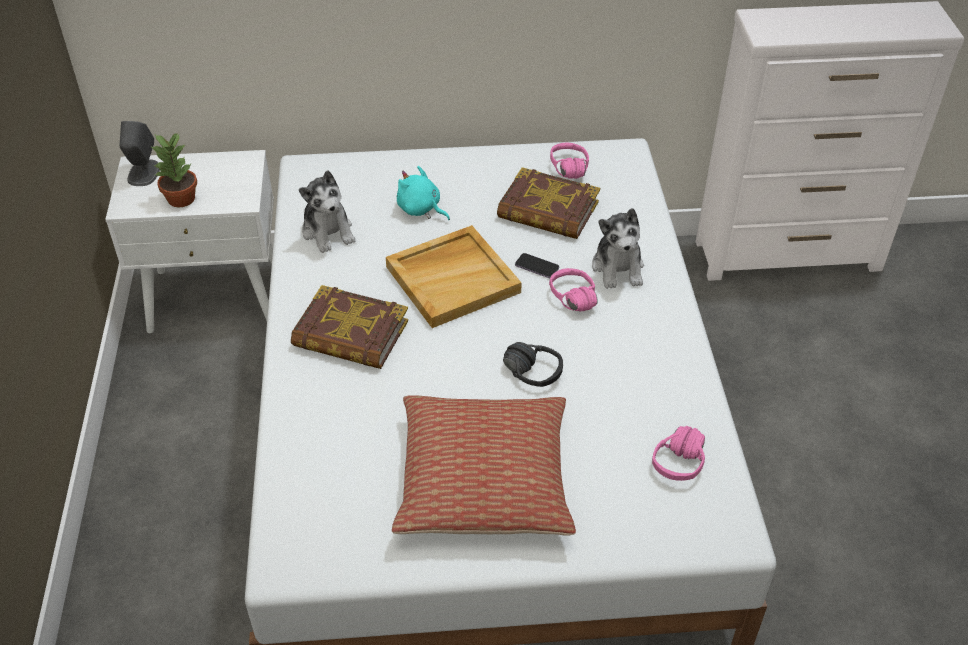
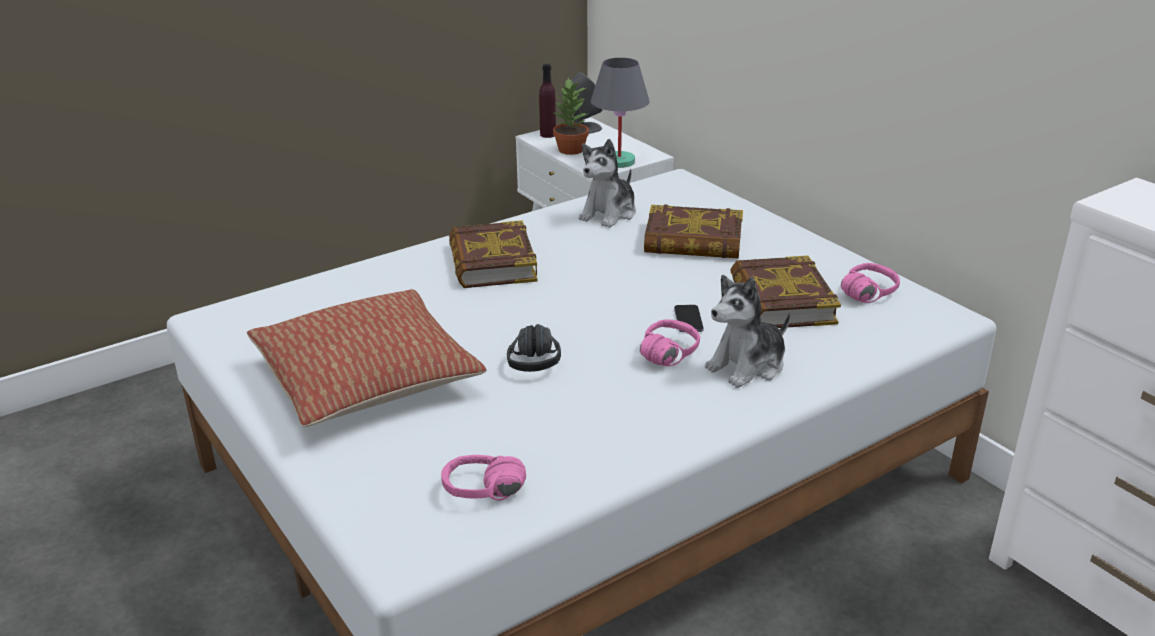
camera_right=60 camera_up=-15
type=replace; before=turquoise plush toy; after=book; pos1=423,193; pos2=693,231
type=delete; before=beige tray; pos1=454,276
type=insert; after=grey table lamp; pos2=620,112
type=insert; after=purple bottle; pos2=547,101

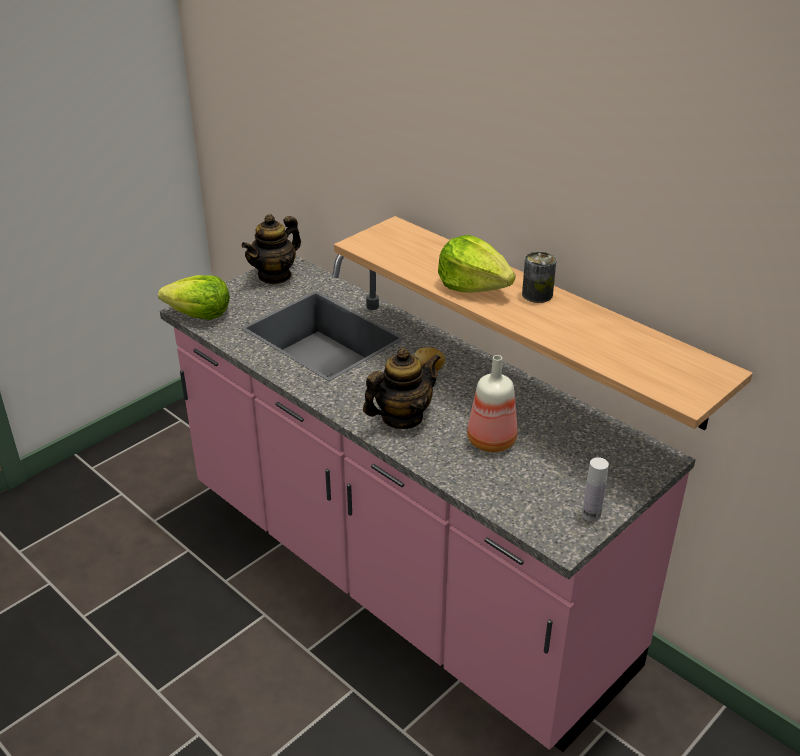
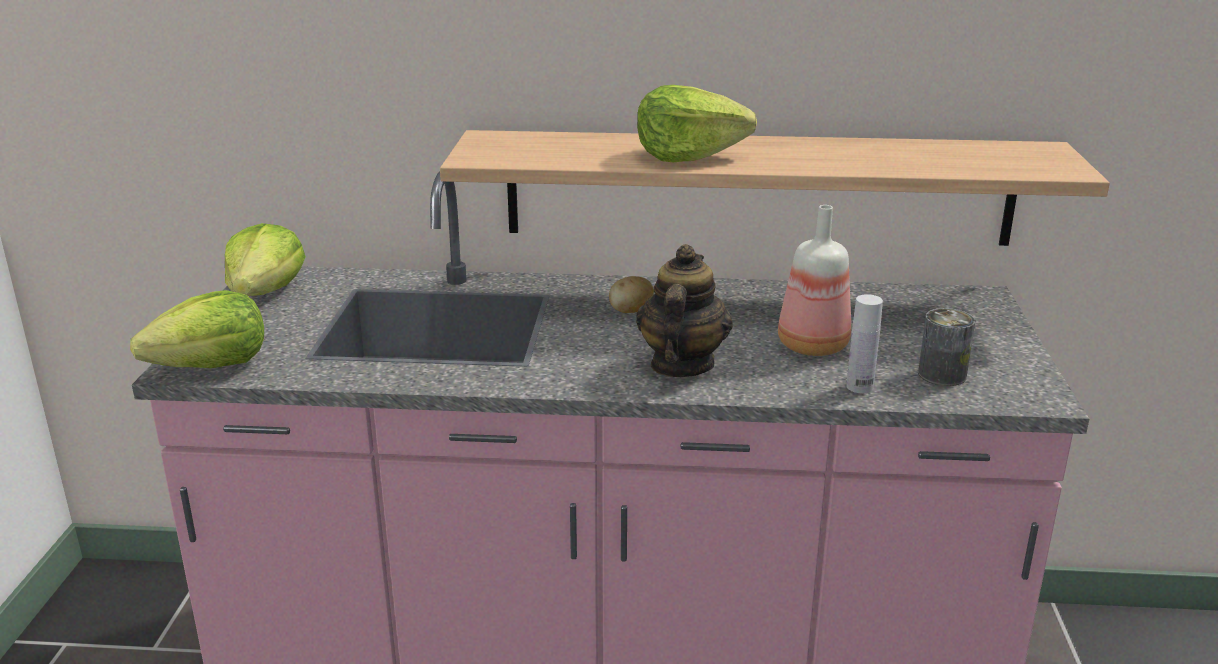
camera_right=-40 camera_up=-10
type=replace; before=teapot; after=lettuce; pos1=271,249; pos2=265,259
type=move; before=can; pos1=539,277; pos2=947,347
type=move; before=white bottle; pos1=595,489; pos2=864,343

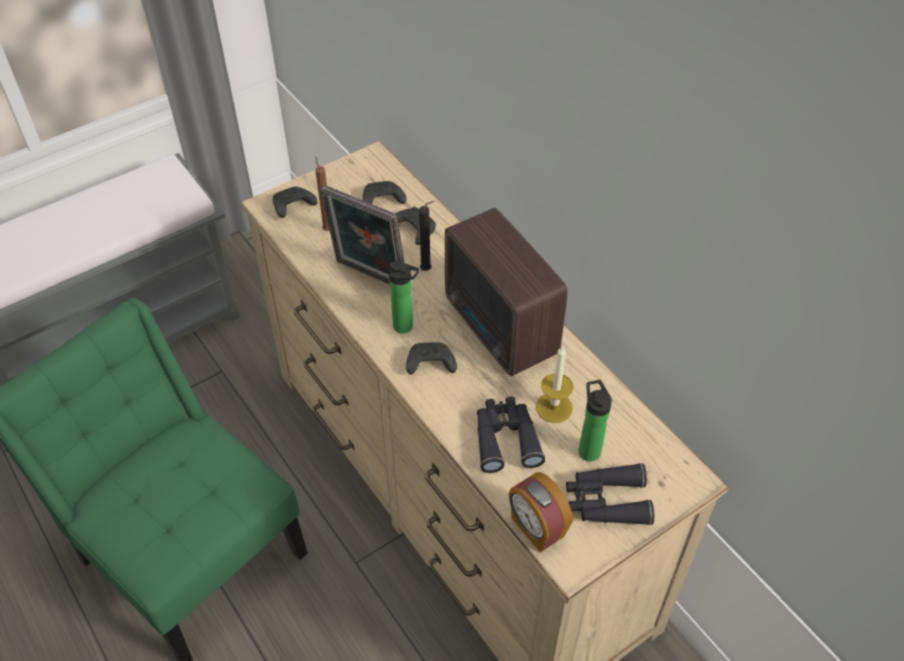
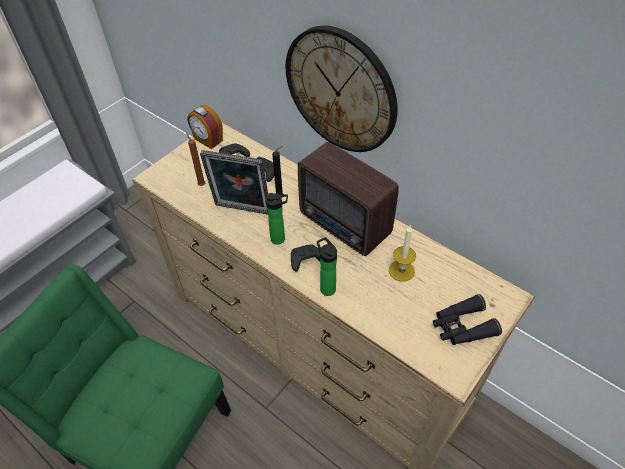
camera_right=-15 camera_up=0
type=delete; before=black game controller; pos1=295,202
type=move; before=bottle; pos1=595,420; pos2=327,266
type=delete; before=black binoculars; pos1=511,434
type=move; before=alarm clock; pos1=541,512; pos2=205,127
type=insert; after=wall clock; pos2=341,88

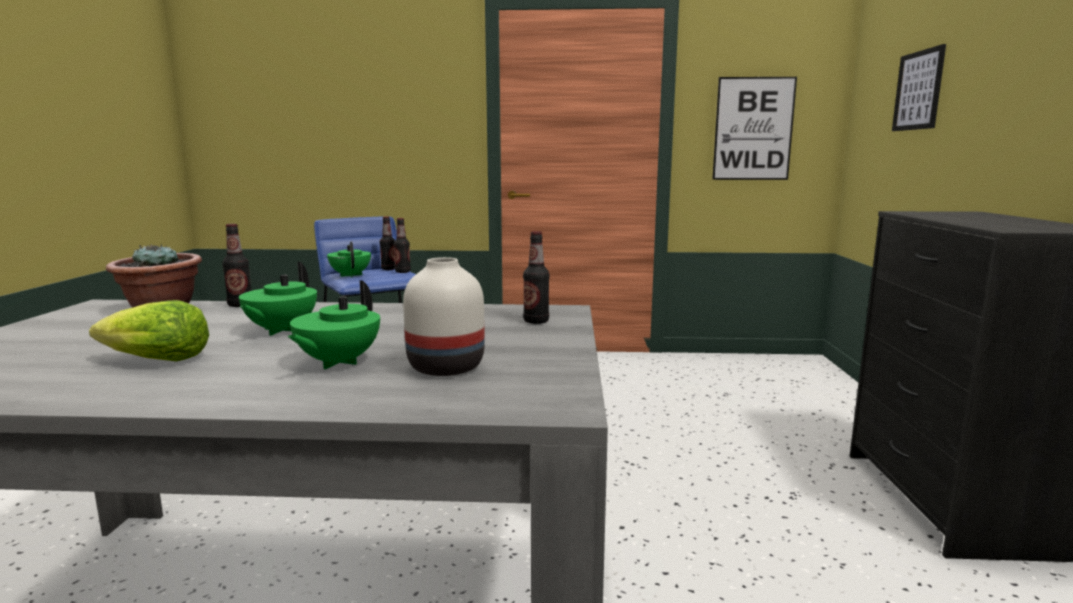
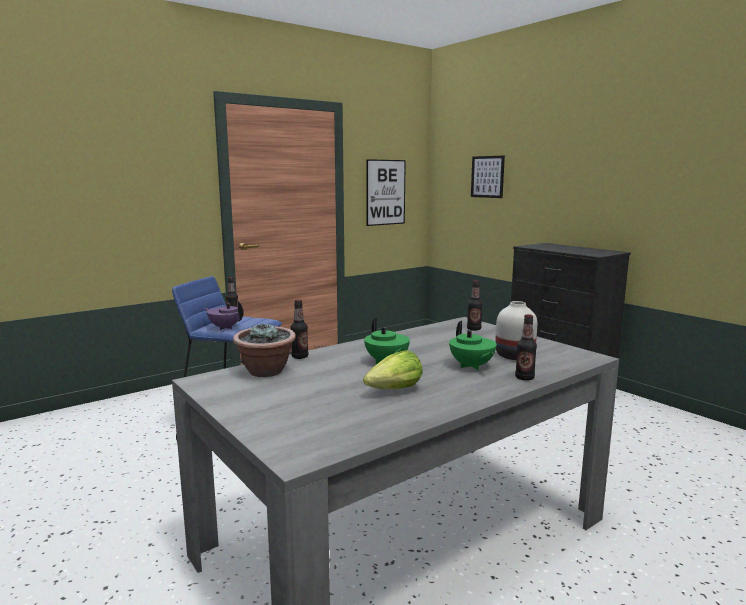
camera_right=-40 camera_up=0
type=move; before=bottle; pos1=402,245; pos2=526,347
type=recolor; before=green teapot; after=purple teapot; pos1=349,260; pos2=224,315

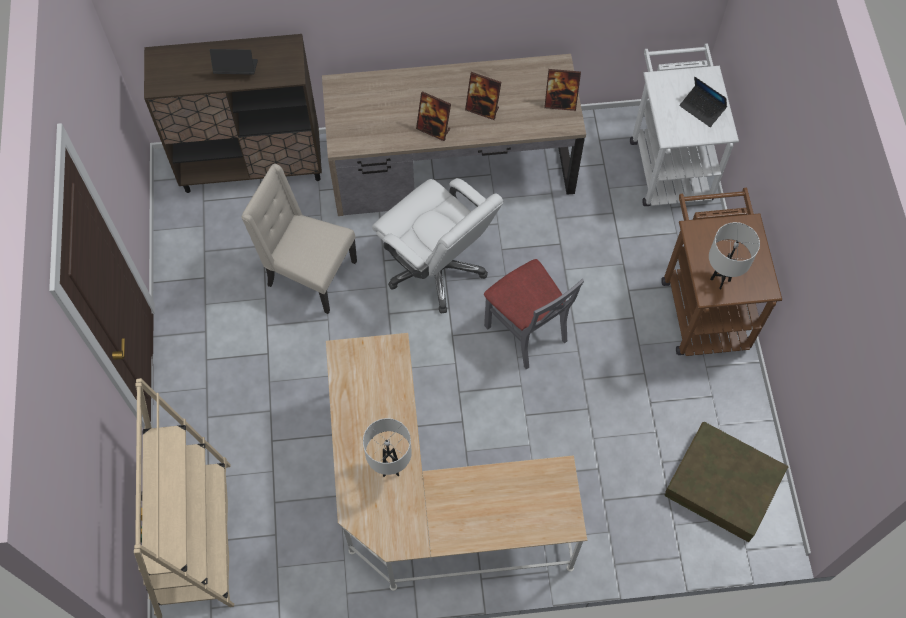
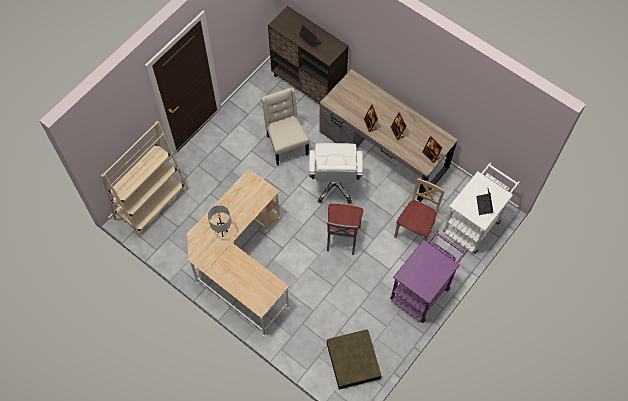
camera_right=45 camera_up=0
type=recolor; before=brown cart; after=purple cart; pos1=721,272; pos2=428,276
type=delete; before=white table lamp; pos1=734,255
type=insert; after=beige chair; pos2=419,209

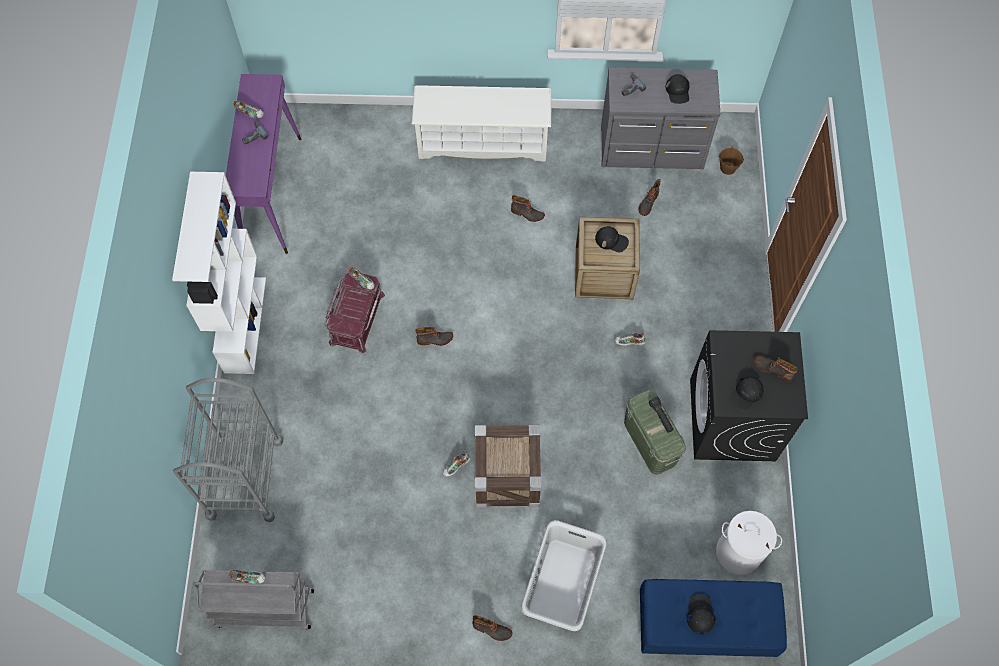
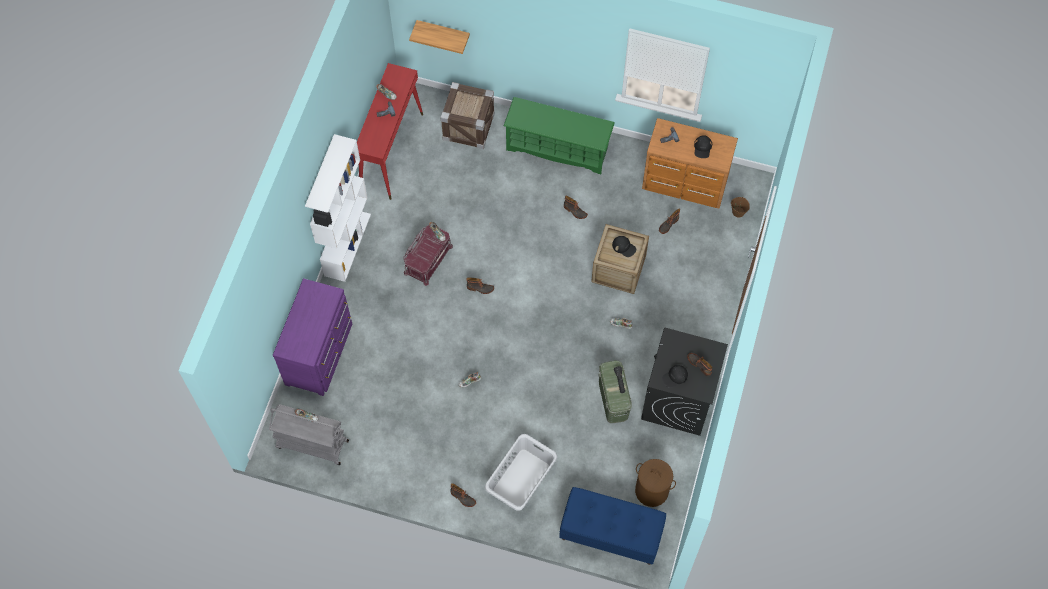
camera_right=15 camera_up=0
type=recolor; before=grey dresser; after=brown dresser; pos1=660,118; pos2=690,163
type=recolor; before=purple console table; after=red console table; pos1=263,164; pos2=390,131
type=recolor; before=white shoe rack; after=green shoe rack; pos1=482,123; pos2=559,135
type=replace; before=grey cart; after=purple dresser; pos1=228,450; pos2=312,337
type=move; before=crate; pos1=508,465; pos2=467,115
type=recolor; before=white laundry basket; after=brown laundry basket; pos1=749,543; pos2=655,483
type=delete; before=black cap; pos1=701,614
type=insert; after=shelf; pos2=439,37

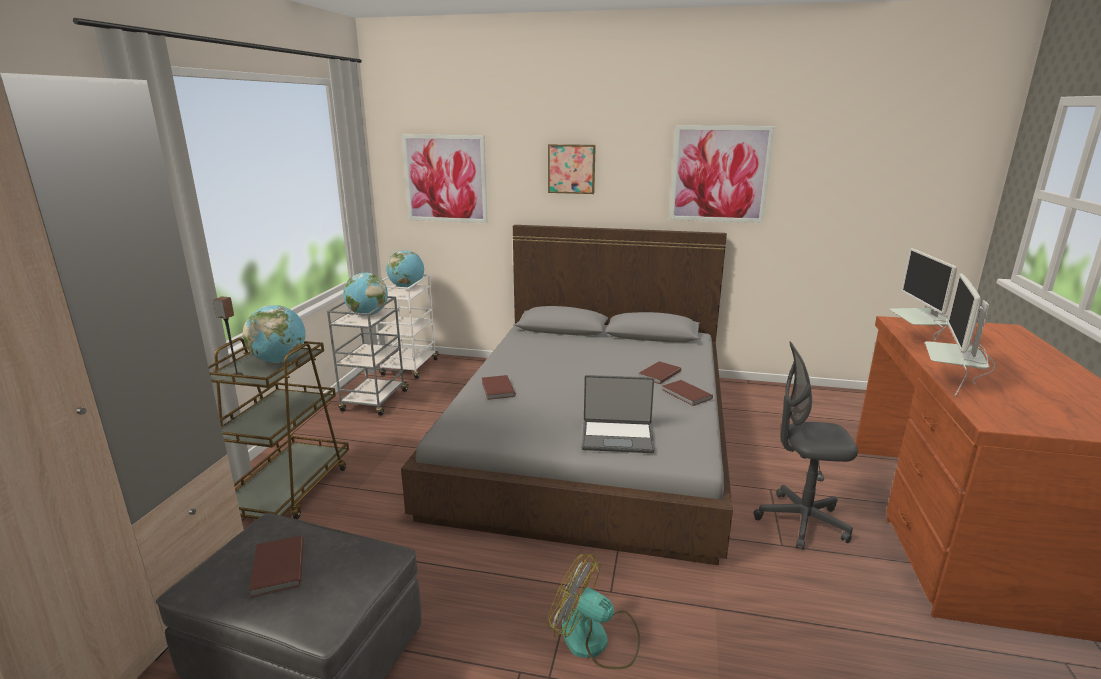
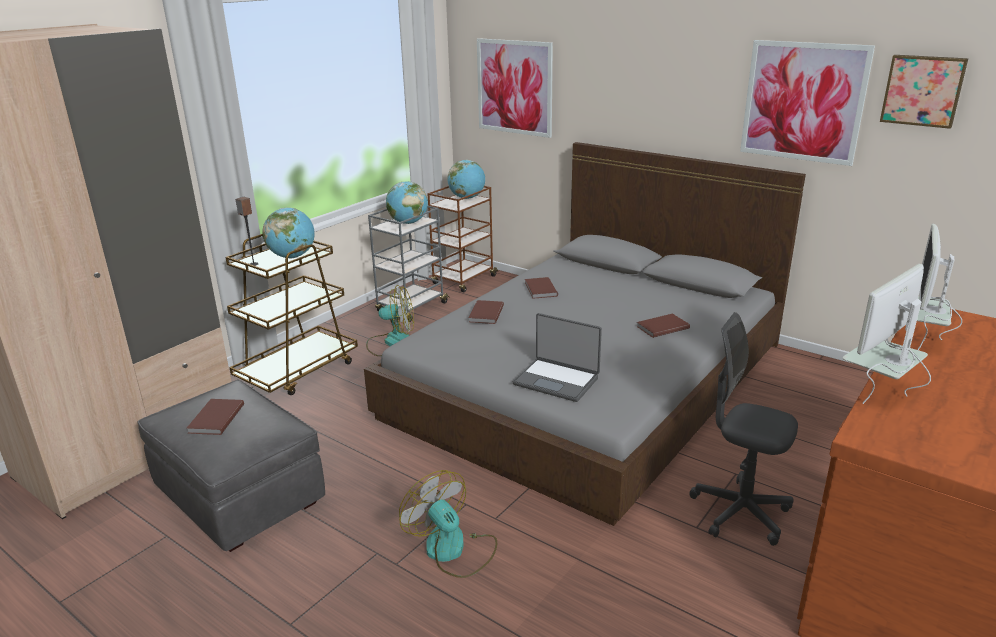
camera_right=25 camera_up=5
type=move; before=picture; pos1=572,169; pos2=924,92
type=recolor; before=white cart; after=brown cart; pos1=407,326; pos2=462,239
type=move; before=brown book; pos1=687,393; pos2=541,288
type=insert; after=fan; pos2=390,320

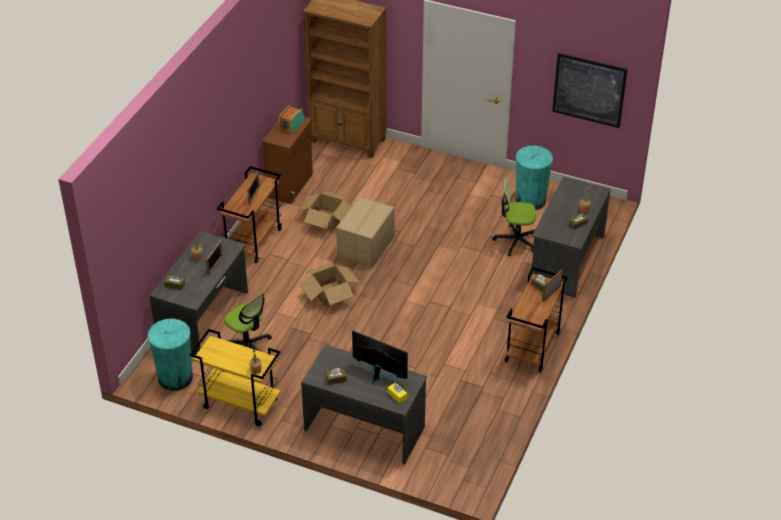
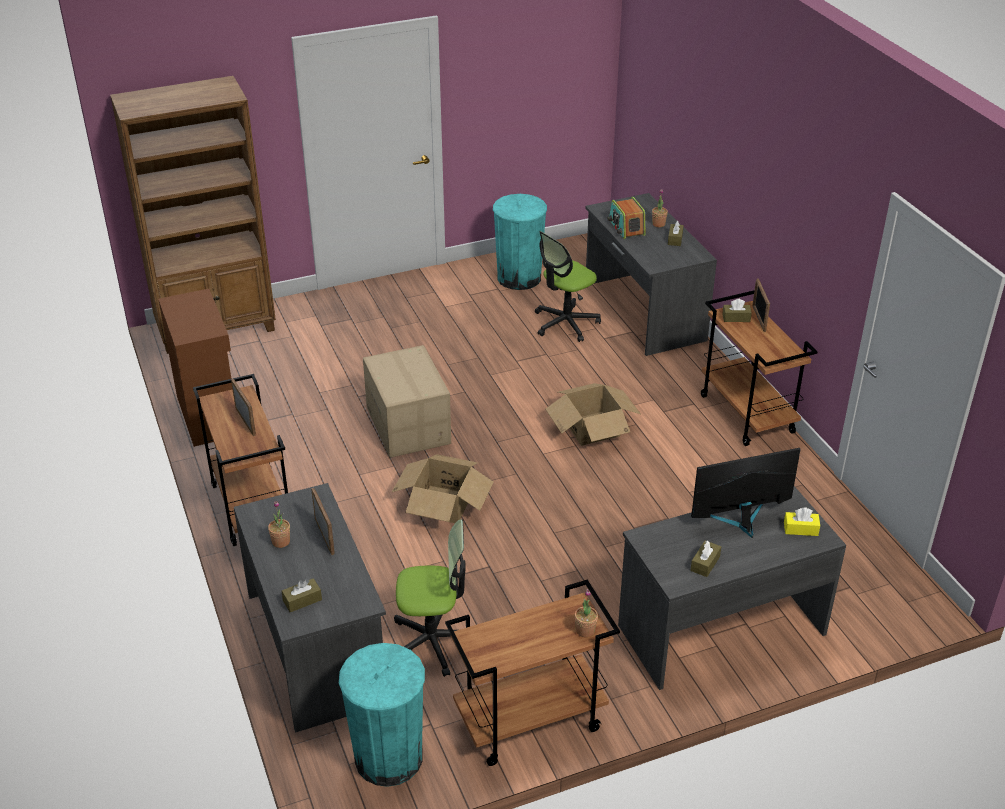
camera_right=-45 camera_up=-5
type=delete; before=picture; pos1=590,90
type=move; before=radio; pos1=291,119; pos2=626,218
type=move; before=cardboard box; pos1=325,211; pos2=593,414
type=recolor; before=yellow cart; after=brown cart; pos1=235,377; pos2=532,673

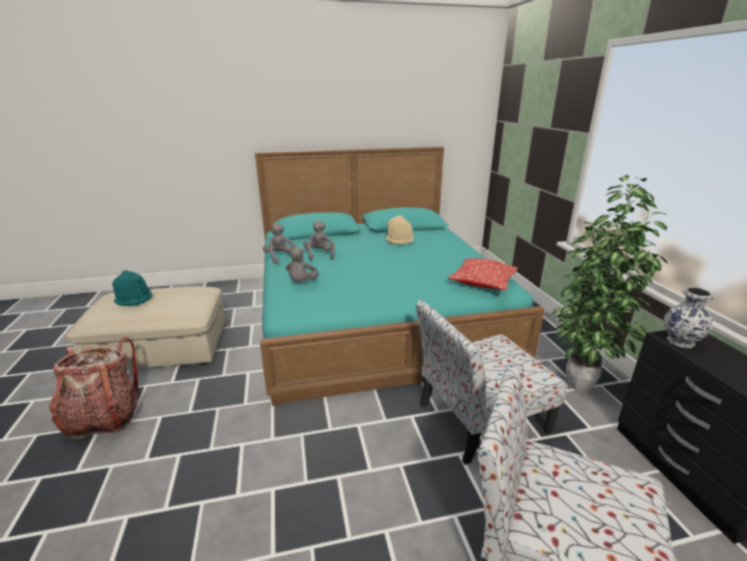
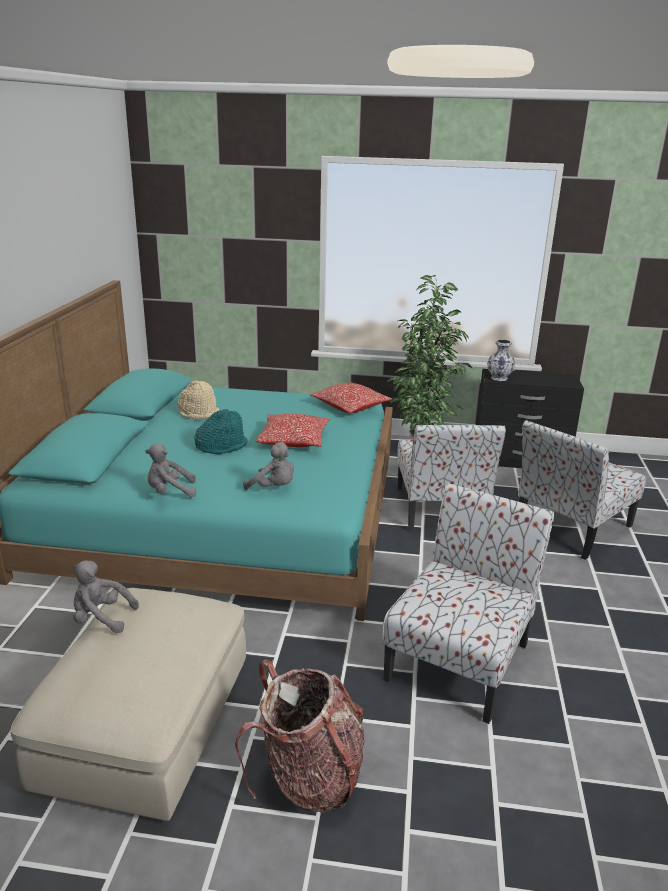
camera_right=-70 camera_up=0
type=move; before=grey plush toy; pos1=319,240; pos2=106,596
type=move; before=turquoise hat; pos1=132,288; pos2=221,431
type=insert; after=pillow; pos2=292,430
type=insert; after=chair; pos2=468,603

